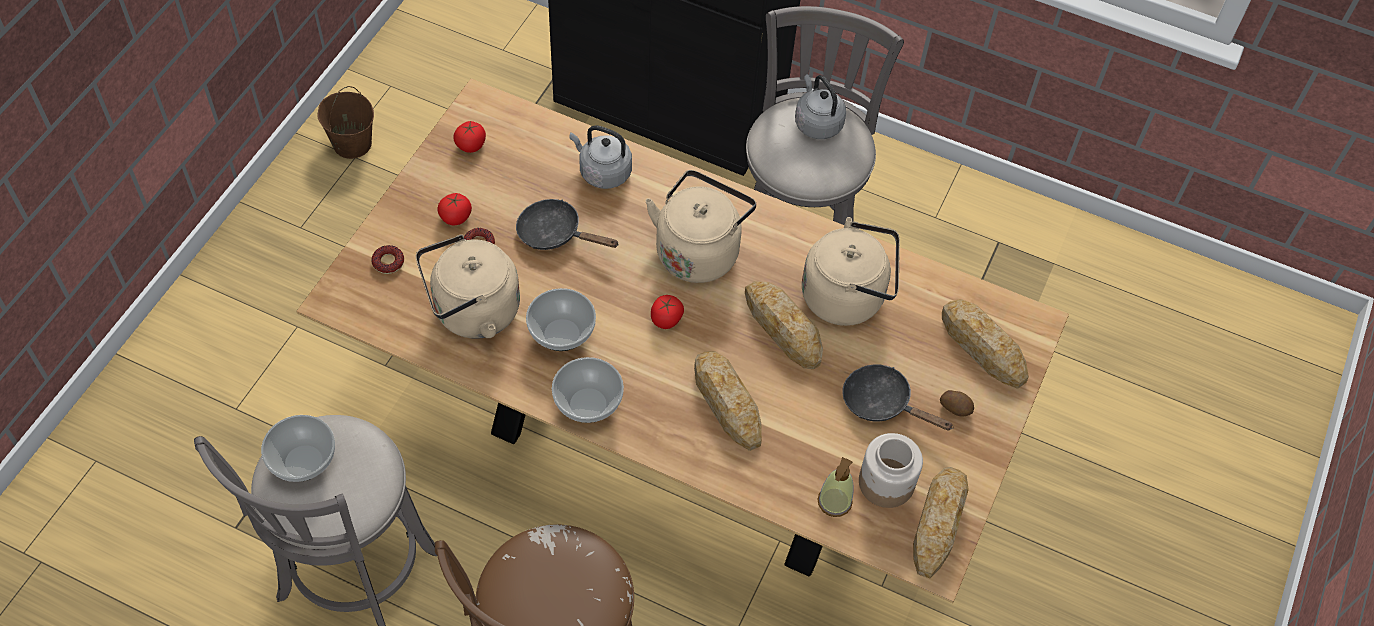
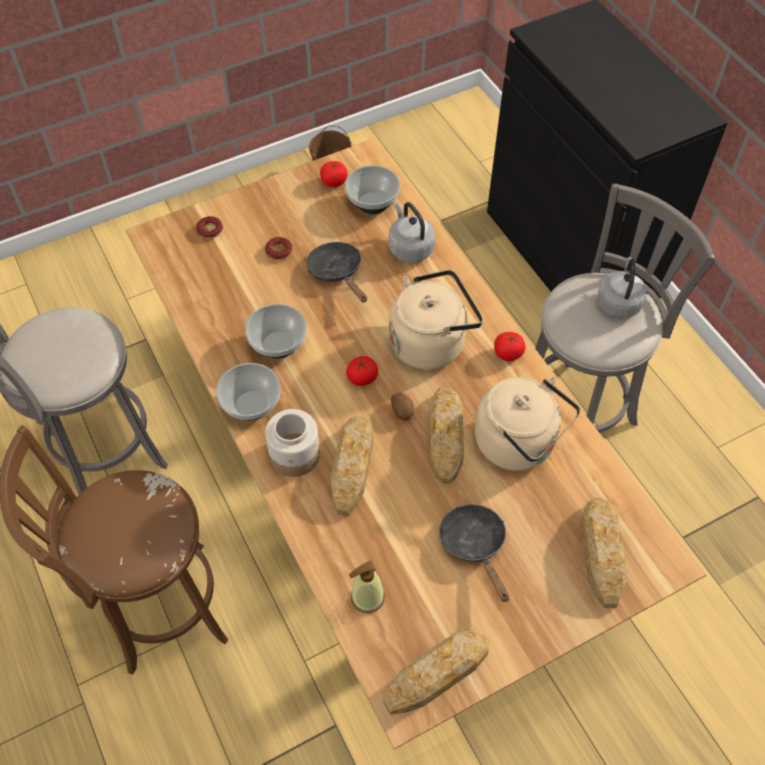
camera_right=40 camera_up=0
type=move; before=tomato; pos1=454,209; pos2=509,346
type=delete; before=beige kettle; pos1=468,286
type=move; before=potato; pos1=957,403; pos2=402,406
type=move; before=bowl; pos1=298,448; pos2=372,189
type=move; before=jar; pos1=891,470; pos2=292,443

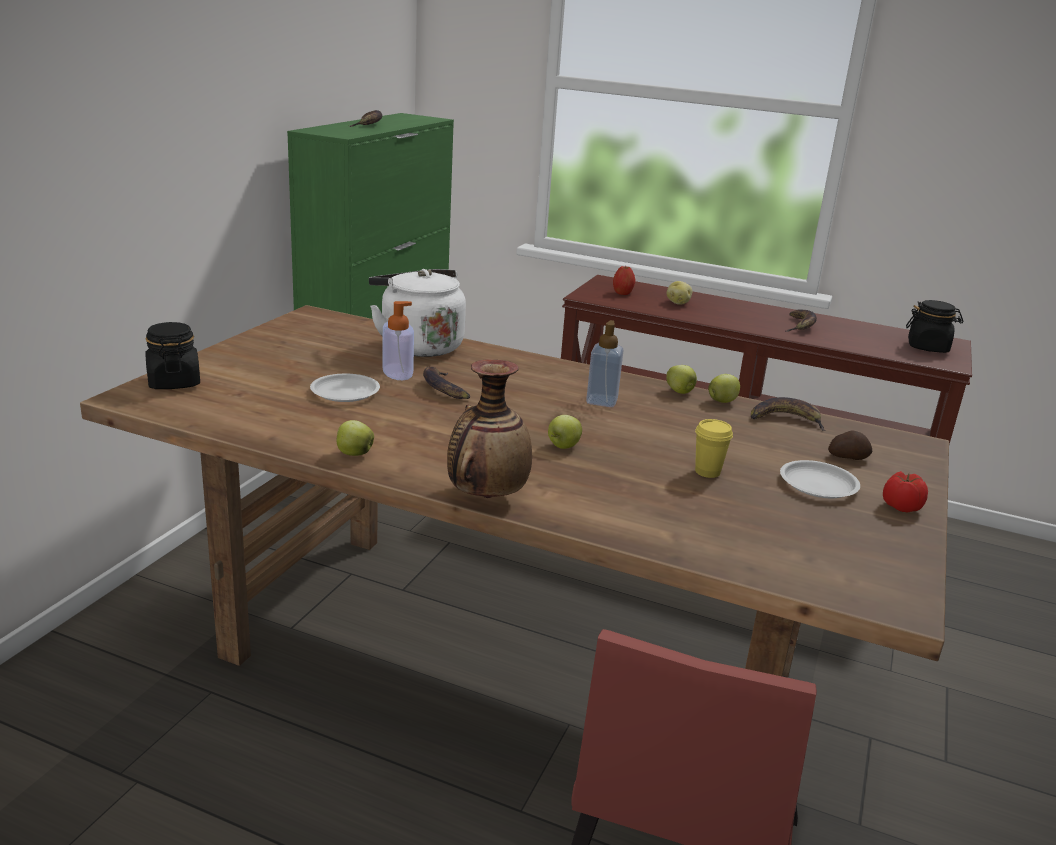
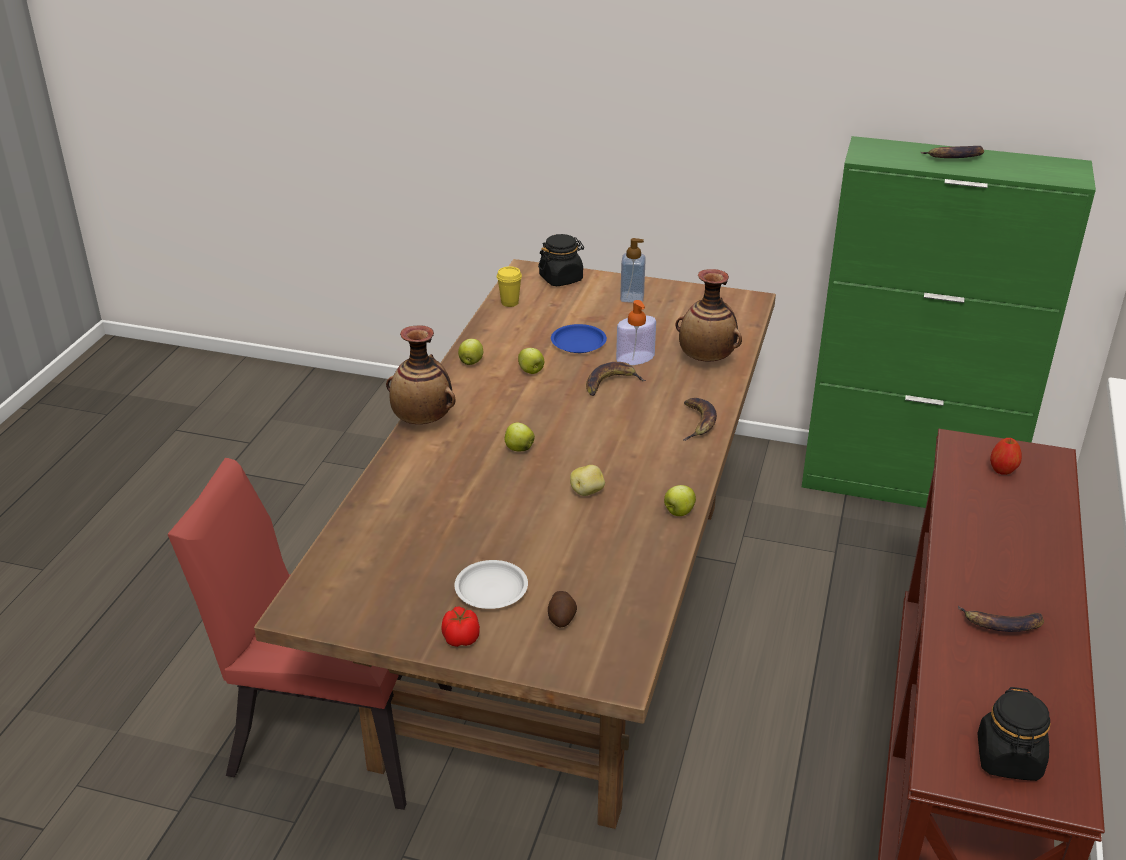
camera_right=85 camera_up=10
type=replace; before=white kettle; after=vase; pos1=417,313; pos2=708,315
type=move; before=potato; pos1=679,293; pos2=587,480
type=move; before=soap dispenser; pos1=605,363; pos2=633,270
type=recolor; before=white plate; after=blue plate; pos1=345,388; pos2=579,338
type=move; before=apple; pos1=724,388; pos2=531,361
type=move; before=banana; pos1=788,414; pos2=700,419
type=move; before=yellow cup; pos1=714,448; pos2=509,286

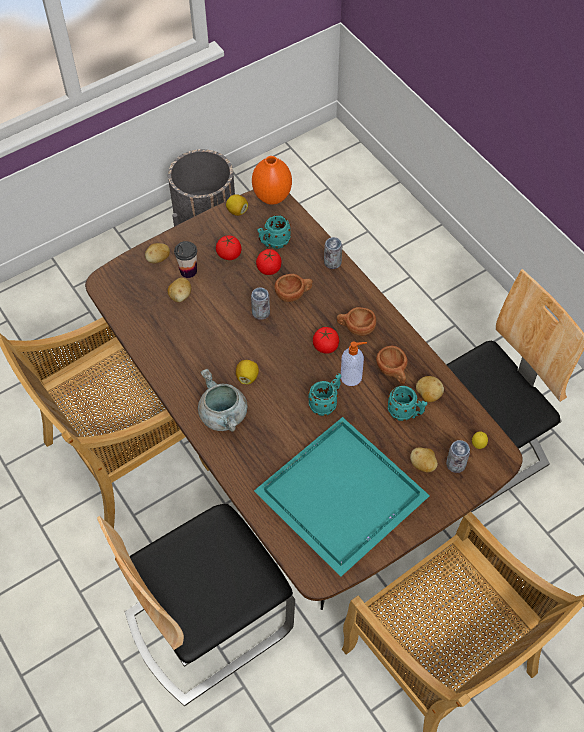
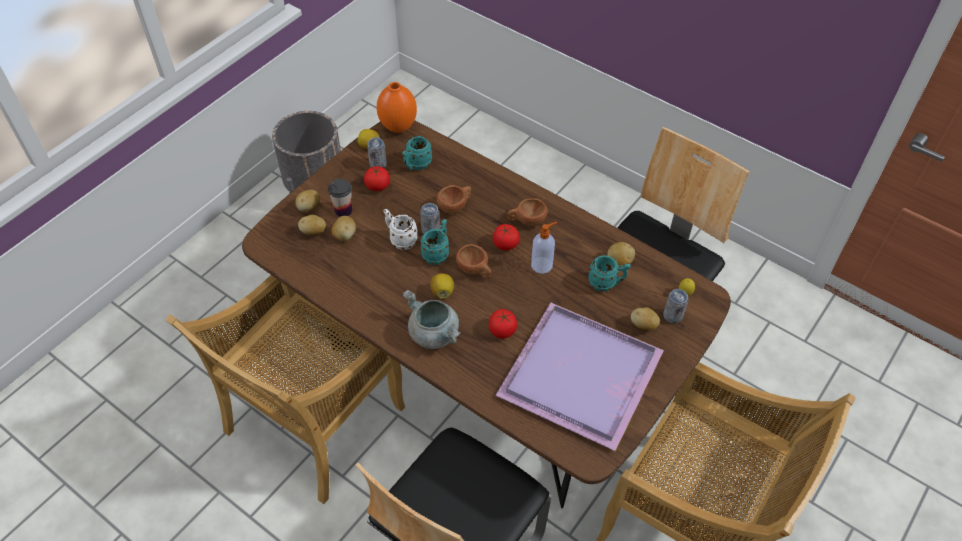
camera_right=-20 camera_up=-5
type=move; before=can; pos1=333,253; pos2=377,153
type=move; before=tomato; pos1=268,262; pos2=503,324
type=move; before=brown cup; pos1=392,365; pos2=474,261
type=move; before=turquoise mug; pos1=324,394; pos2=434,242
type=recolor; before=turquoise tray; after=purple tray; pos1=342,497; pos2=579,377
type=insert; after=white mug; pos2=400,229
type=insert; after=potato; pos2=312,225

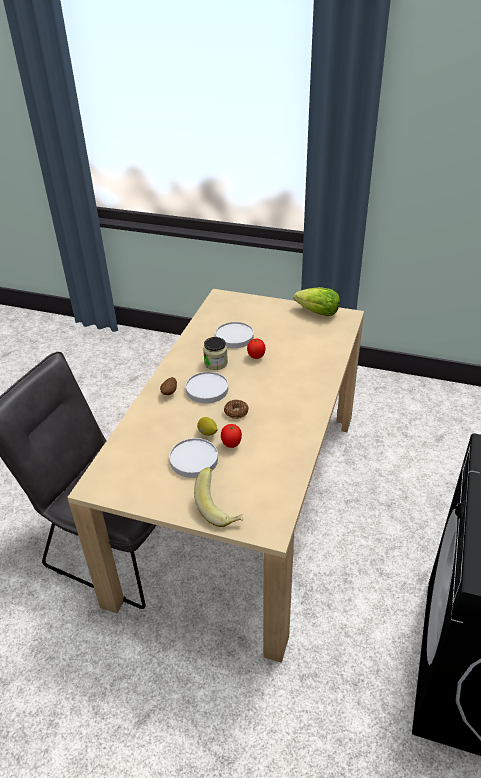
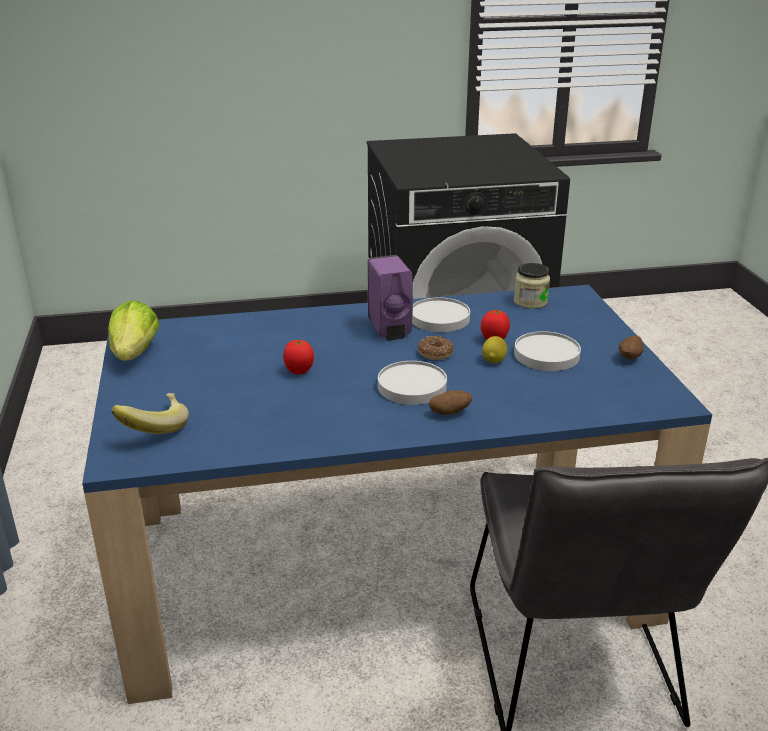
camera_right=-120 camera_up=-10
type=recolor; before=beige dining table; after=blue dining table; pos1=215,476; pos2=397,494
type=move; before=white plate; pos1=235,335; pos2=441,314
type=move; before=jar; pos1=215,353; pos2=532,286
type=move; before=banana; pos1=218,497; pos2=150,413
type=insert; after=purple soap dispenser; pos2=390,297
type=insert; after=potato; pos2=631,347

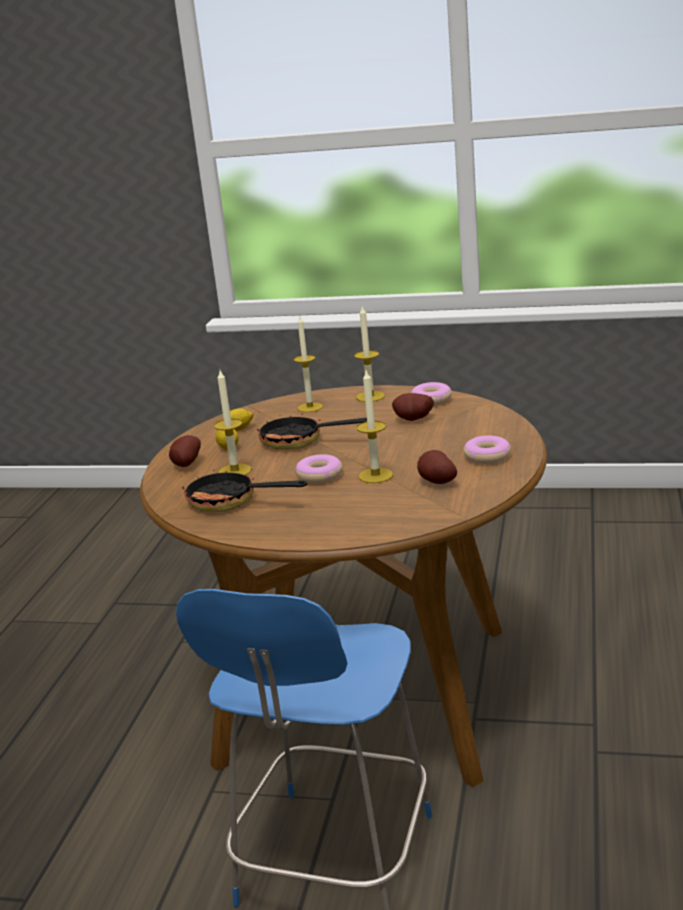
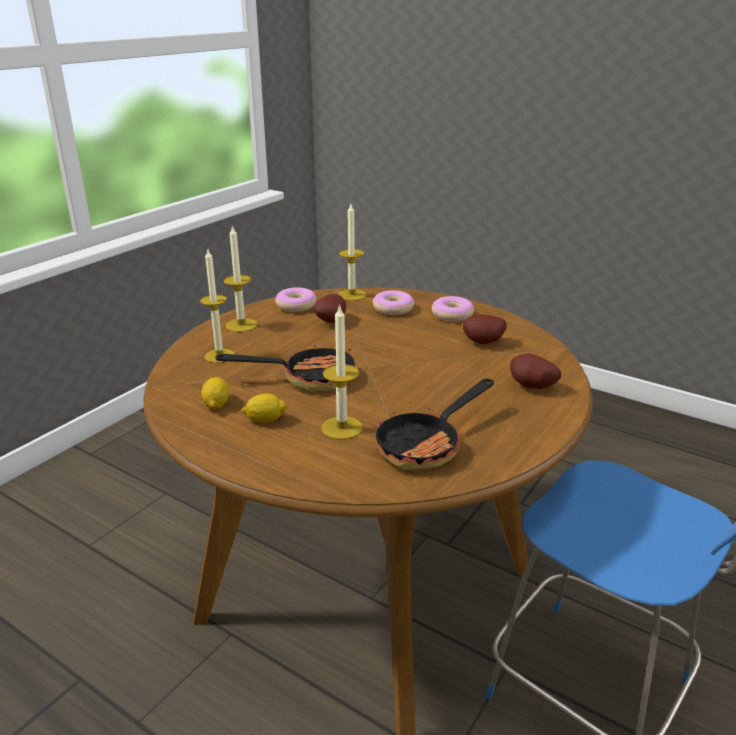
camera_right=-70 camera_up=5
type=move; before=candle; pos1=374,427; pos2=352,252
type=rotate; before=frying pan; pos1=311,431; pos2=285,366; turn=-135
type=move; before=potato; pos1=185,451; pos2=535,371
type=move; before=donut; pos1=318,469; pos2=393,302

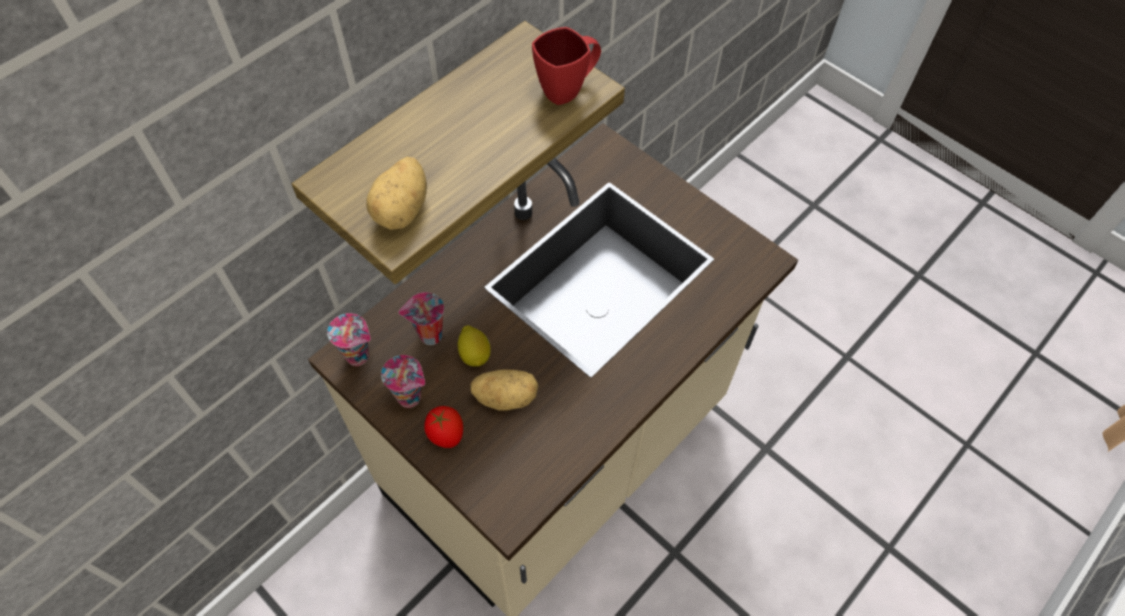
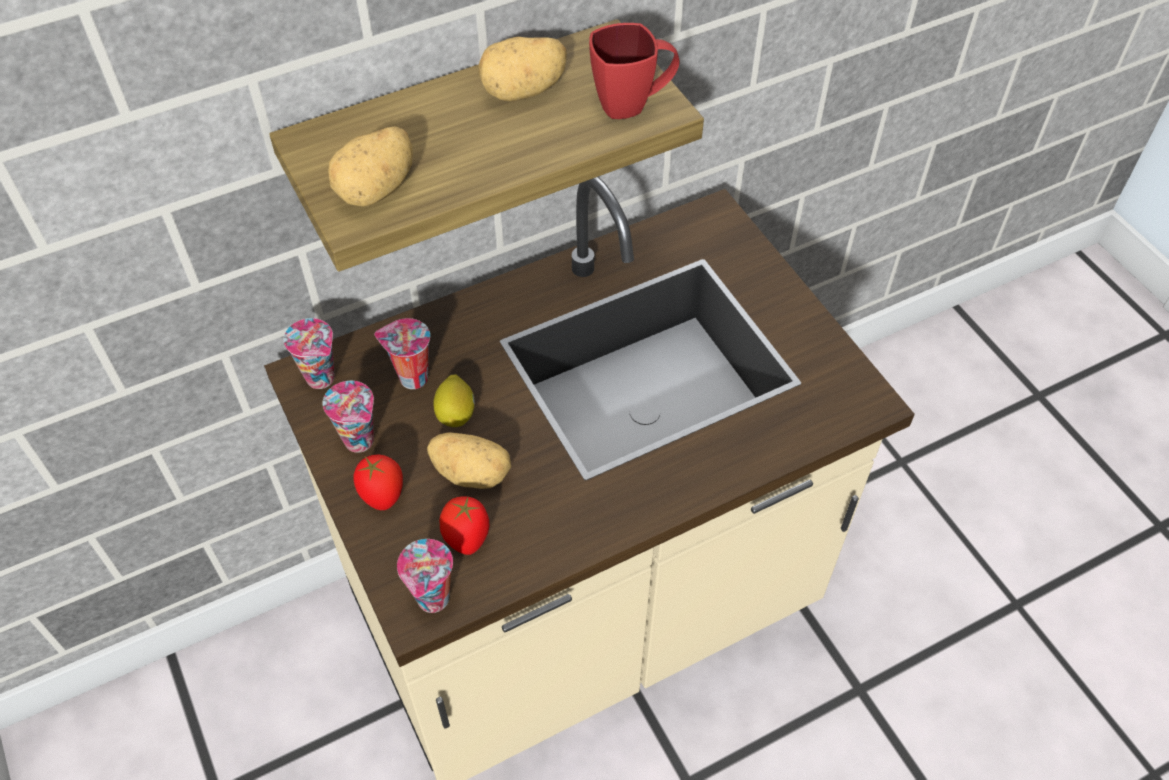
camera_right=20 camera_up=-5
type=insert; after=potato; pos2=522,69
type=insert; after=tomato; pos2=464,525
type=insert; after=cup; pos2=425,576

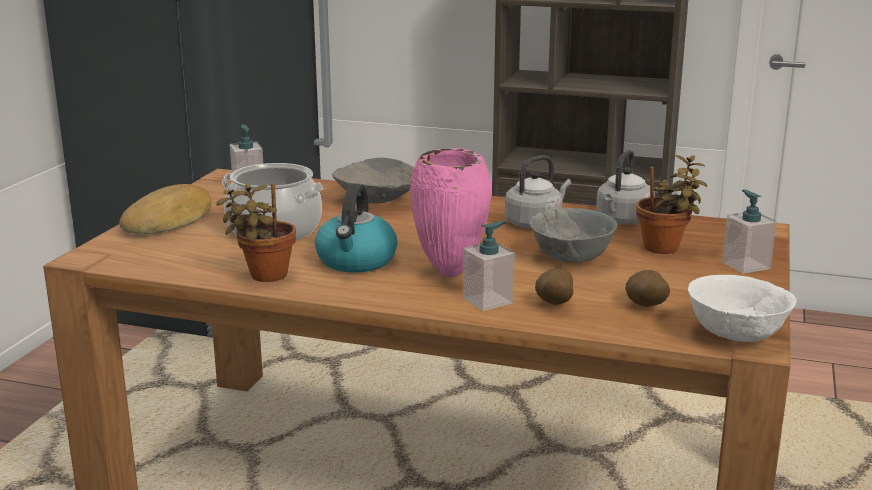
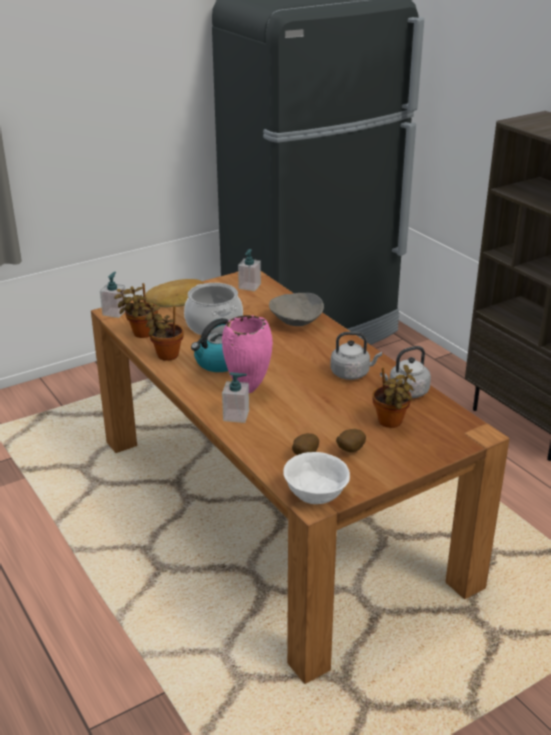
camera_right=40 camera_up=10
type=move; before=soap dispenser; pos1=749,231; pos2=113,295
type=delete; before=grey bowl; pos1=573,235
type=move; before=potato; pos1=554,286; pos2=351,440
type=insert; after=potted plant; pos2=136,310

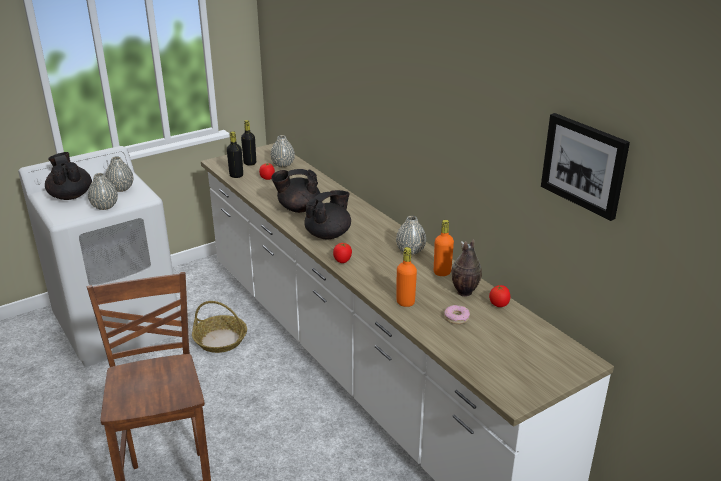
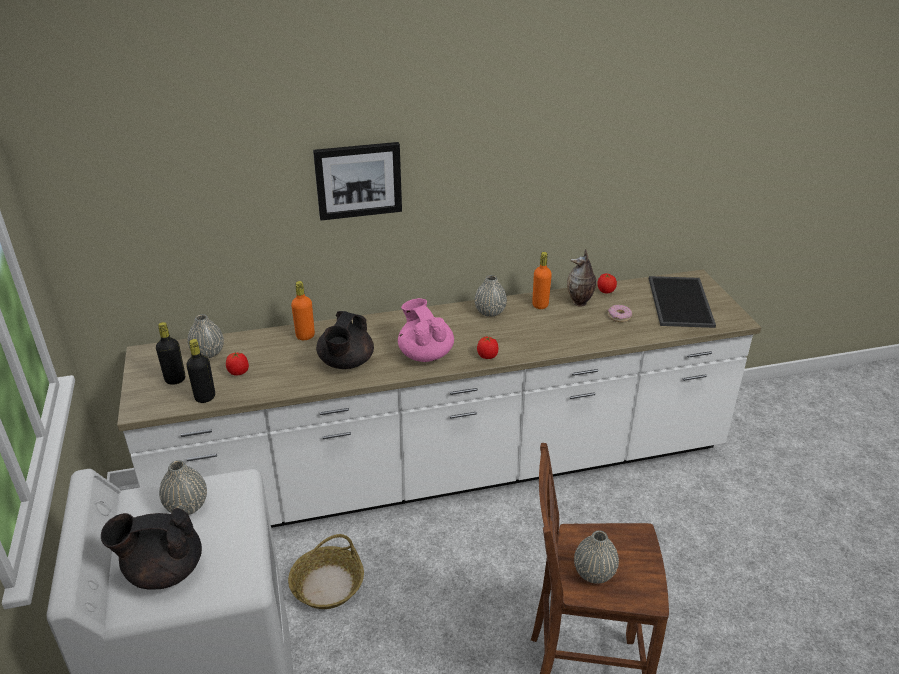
camera_right=-70 camera_up=5
type=move; before=picture; pos1=585,167; pos2=357,181
type=move; before=grey vase; pos1=103,191; pos2=596,557
type=recolor; before=black teapot; after=pink teapot; pos1=327,215; pos2=426,330
type=move; before=orange bottle; pos1=406,277; pos2=303,310
type=insert; after=tray; pos2=682,302

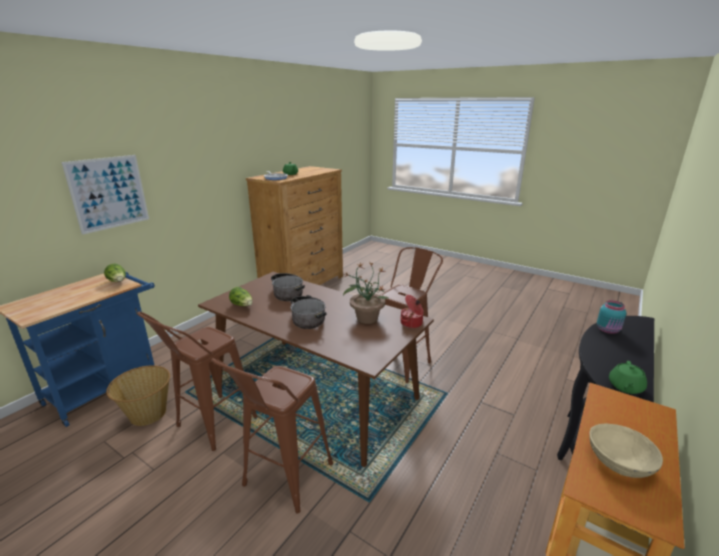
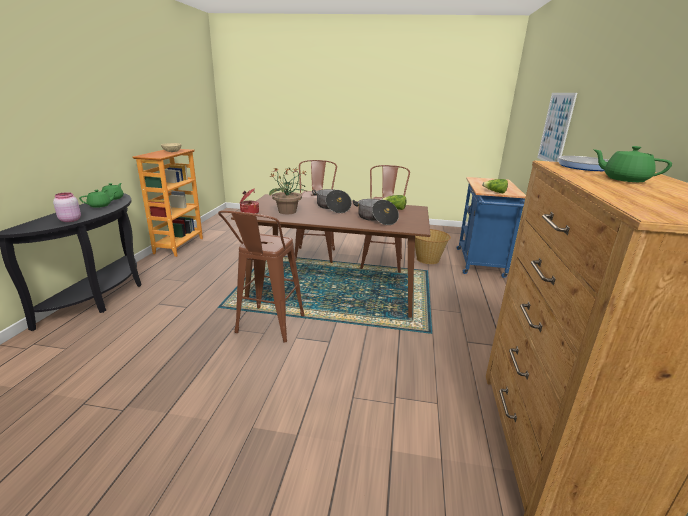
camera_right=155 camera_up=0
type=recolor; before=turquoise jar; after=pink jar; pos1=611,317; pos2=67,207
type=insert; after=green teapot; pos2=98,199

